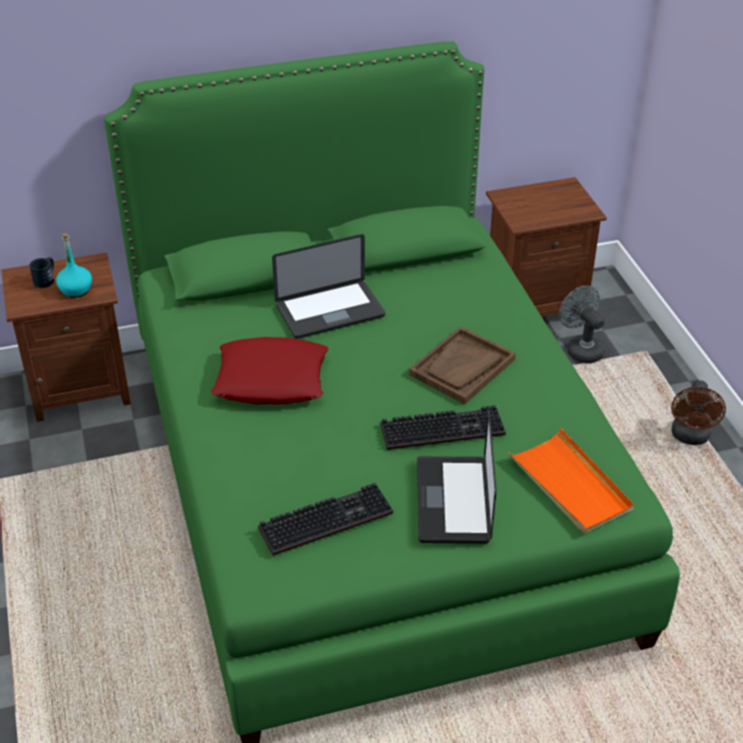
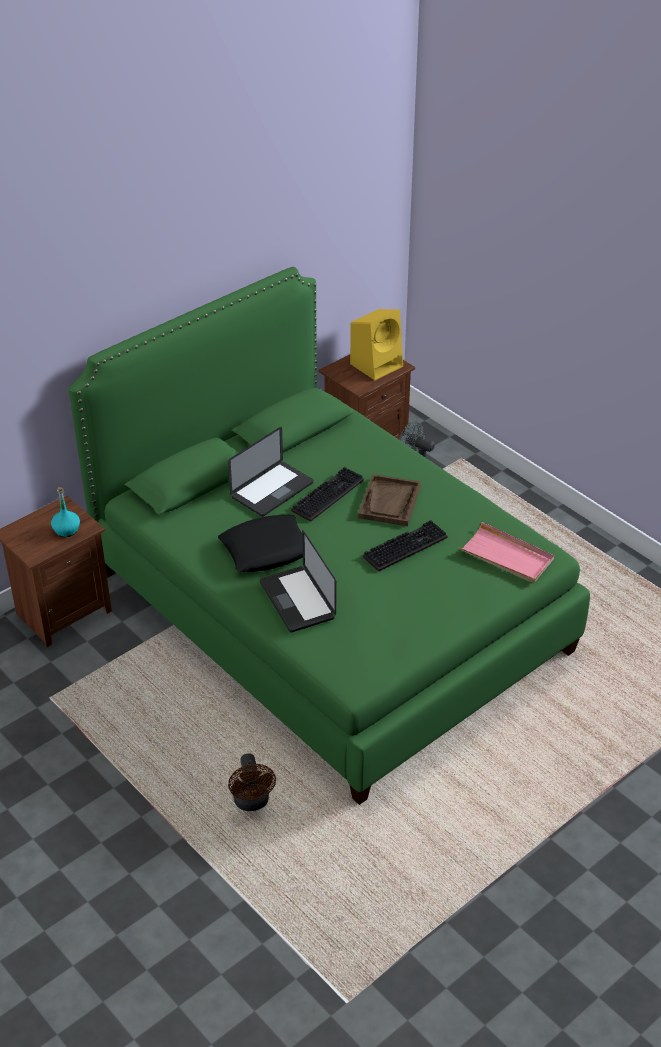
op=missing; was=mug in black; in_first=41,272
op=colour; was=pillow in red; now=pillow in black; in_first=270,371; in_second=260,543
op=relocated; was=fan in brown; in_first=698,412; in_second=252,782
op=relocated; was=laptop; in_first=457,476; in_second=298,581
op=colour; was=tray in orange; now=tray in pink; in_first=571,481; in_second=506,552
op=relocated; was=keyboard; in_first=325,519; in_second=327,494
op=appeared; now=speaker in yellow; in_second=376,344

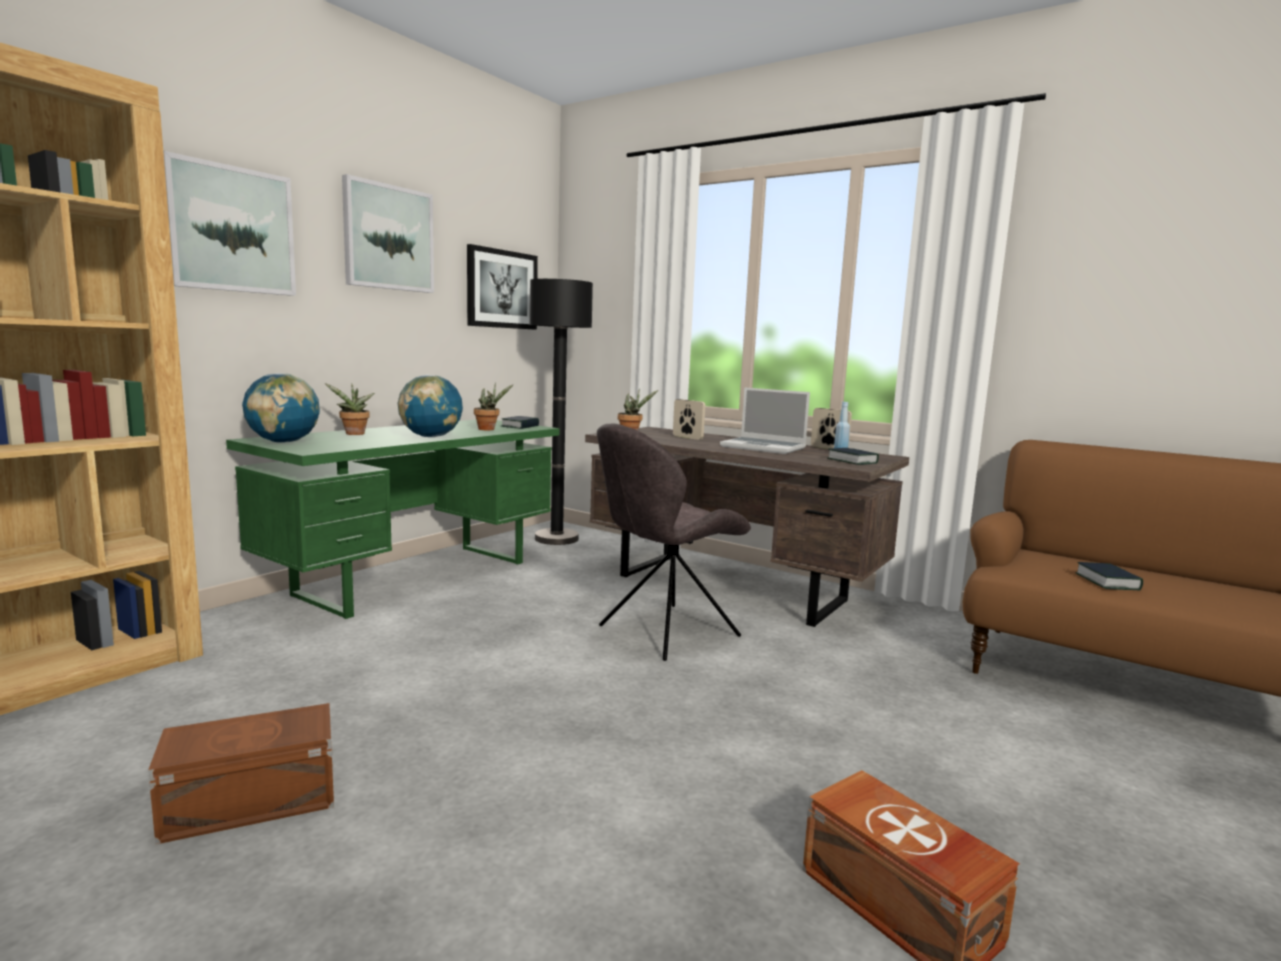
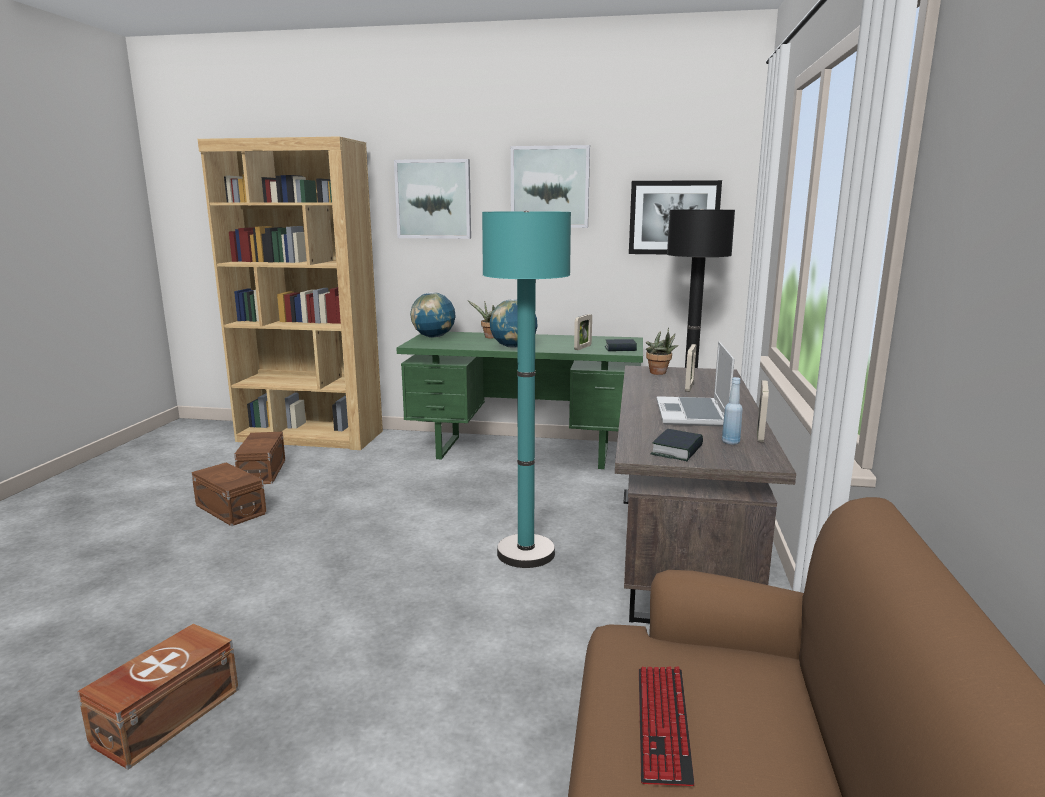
op=exchanged; was=potted plant; now=picture frame; in_first=493,406; in_second=583,332
op=exchanged; was=chair in grey; now=floor lamp in turquoise; in_first=674,542; in_second=526,389
op=exchanged; was=book; now=keyboard; in_first=1109,576; in_second=666,726
op=appeared; now=storage box in brown; in_second=259,458

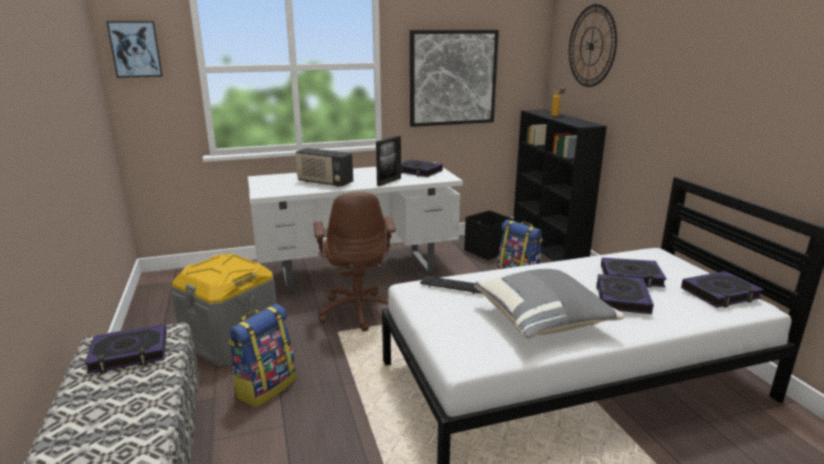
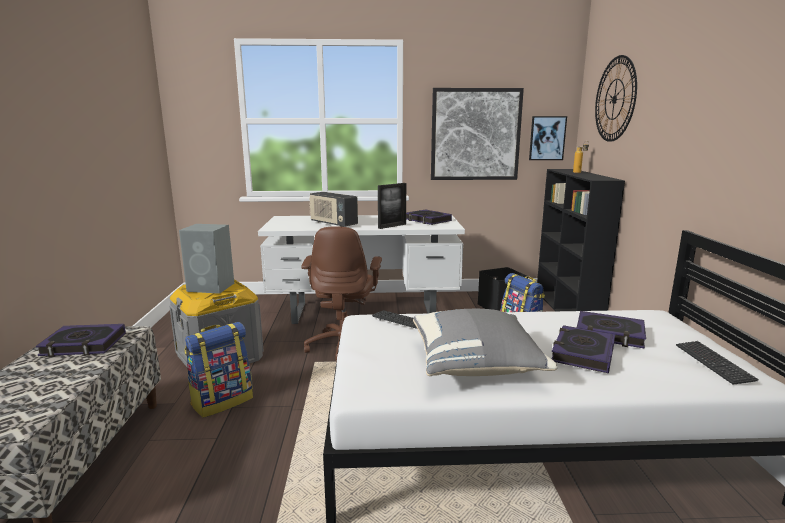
op=relocated; was=picture; in_first=134,49; in_second=548,138
op=exchanged; was=book; now=keyboard; in_first=722,289; in_second=717,363
op=appeared; now=speaker in grey; in_second=206,259

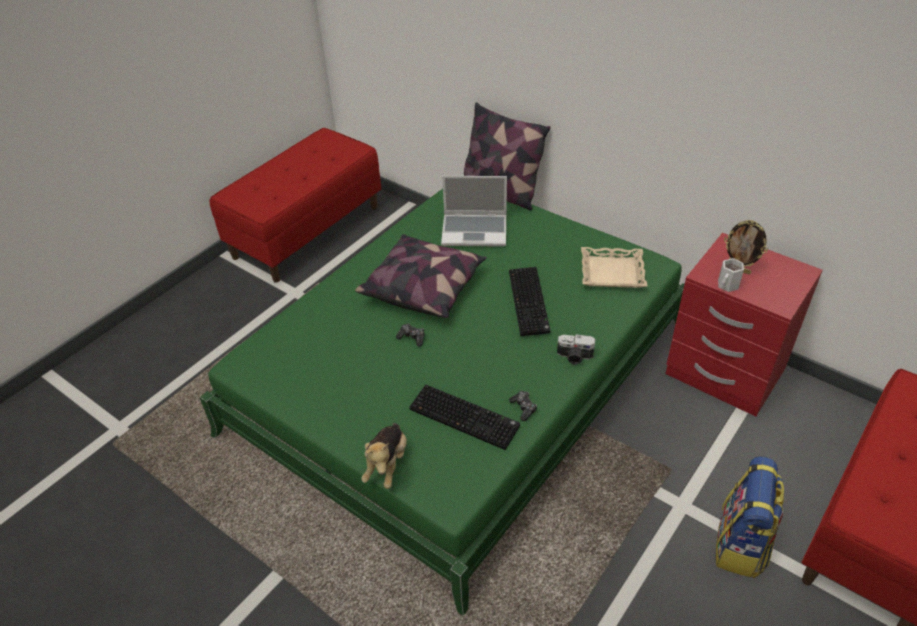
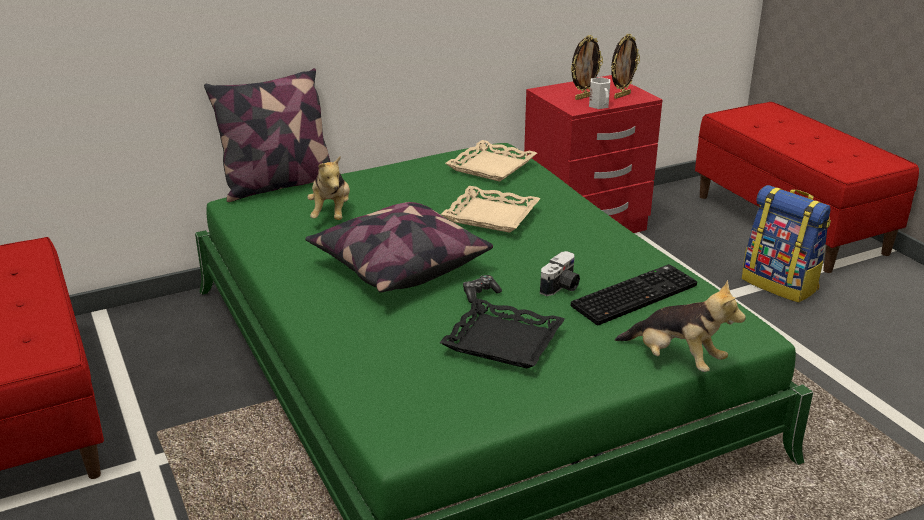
op=exchanged; was=laptop; now=plush toy; in_first=474,211; in_second=328,188
op=exchanged; was=keyboard; now=tray in beige; in_first=529,301; in_second=491,209
op=relocated; was=photo camera; in_first=576,349; in_second=560,273
op=missing; was=game controller; in_first=523,406
op=appeared; now=picture frame; in_second=625,66
op=appeared; now=tray in black; in_second=502,334

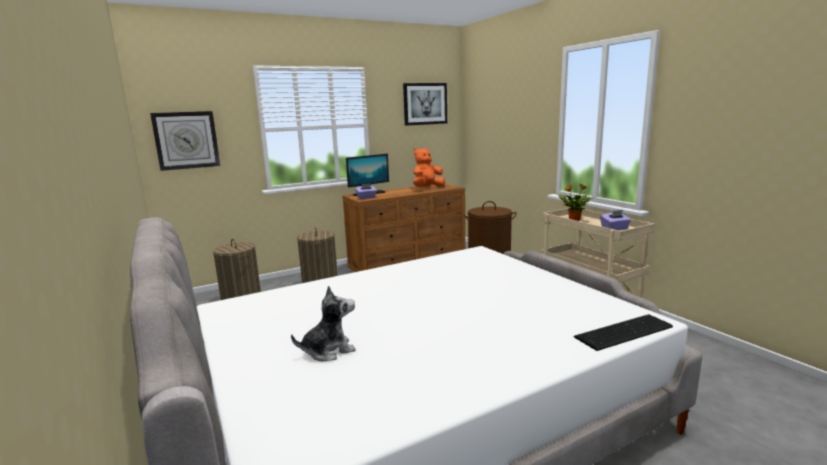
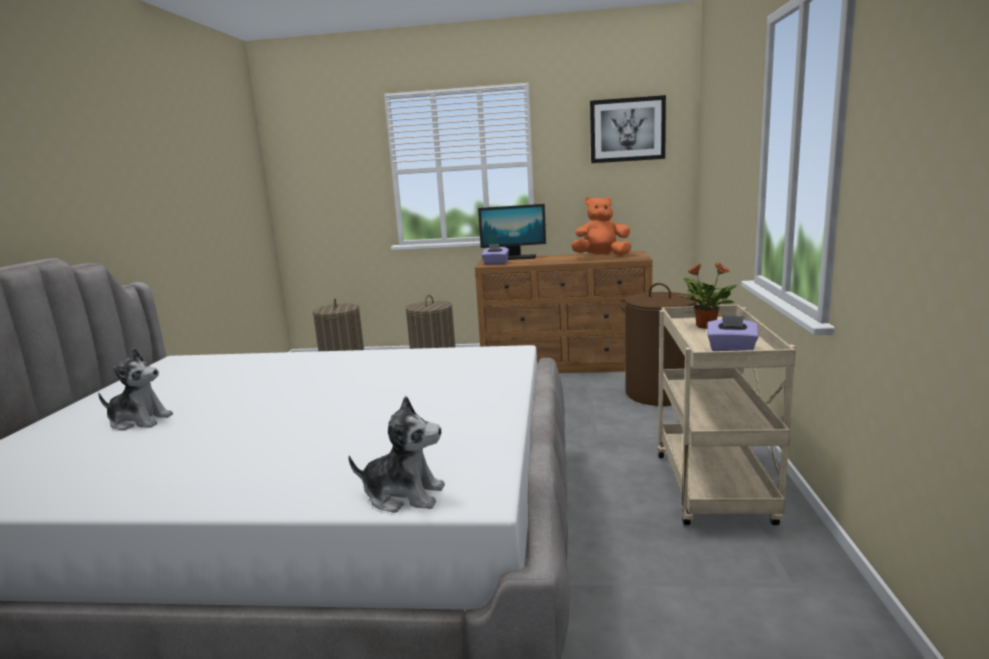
op=missing; was=wall clock; in_first=185,141
op=exchanged; was=keyboard; now=plush toy; in_first=623,332; in_second=396,454

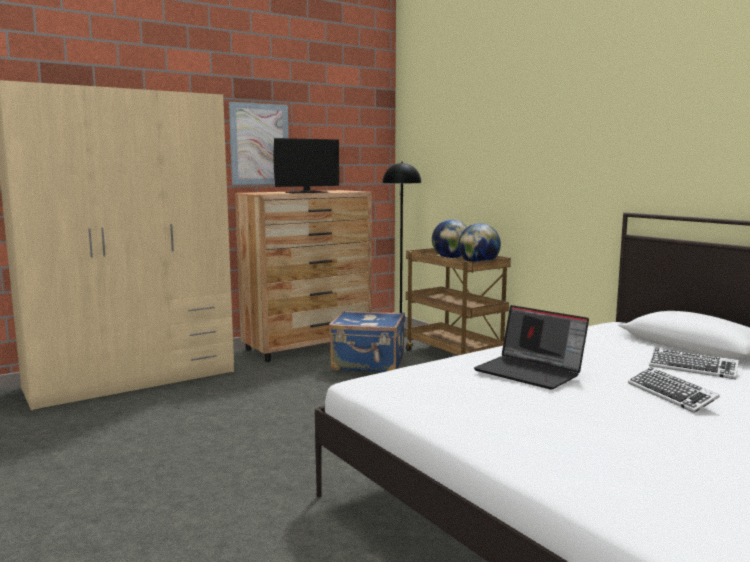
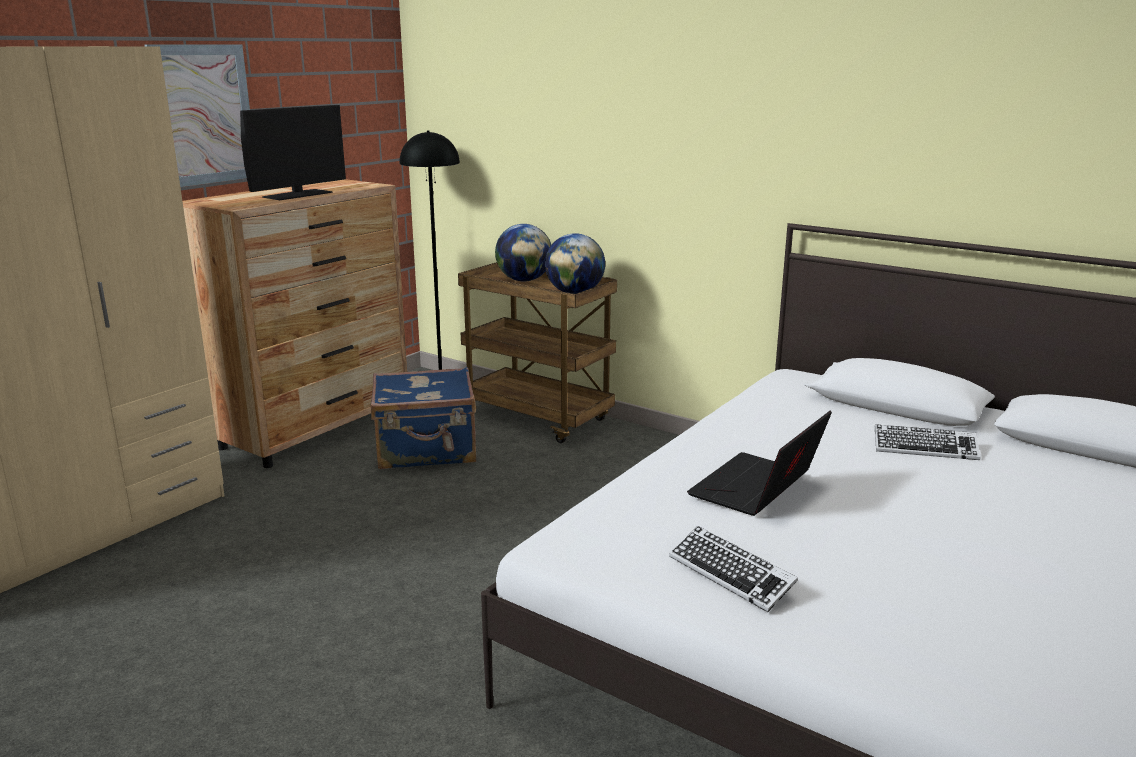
op=spun; was=laptop; in_first=531,347; in_second=759,463; clockwise=105
op=relocated; was=keyboard; in_first=674,390; in_second=733,569

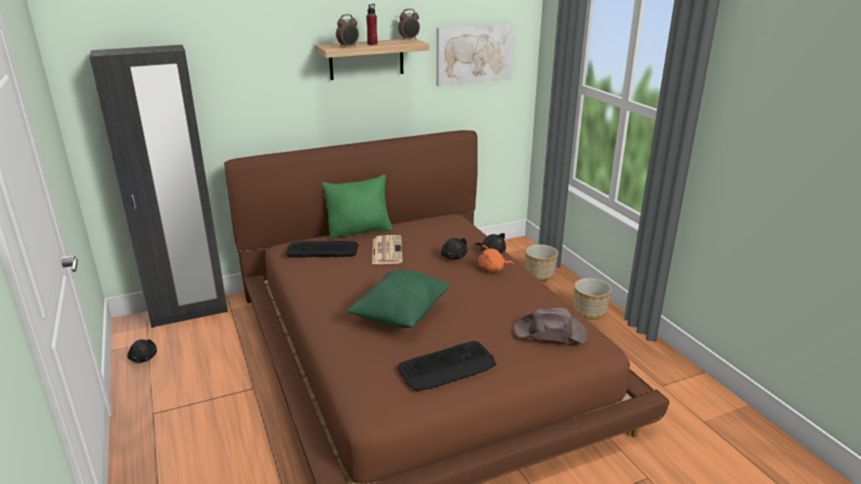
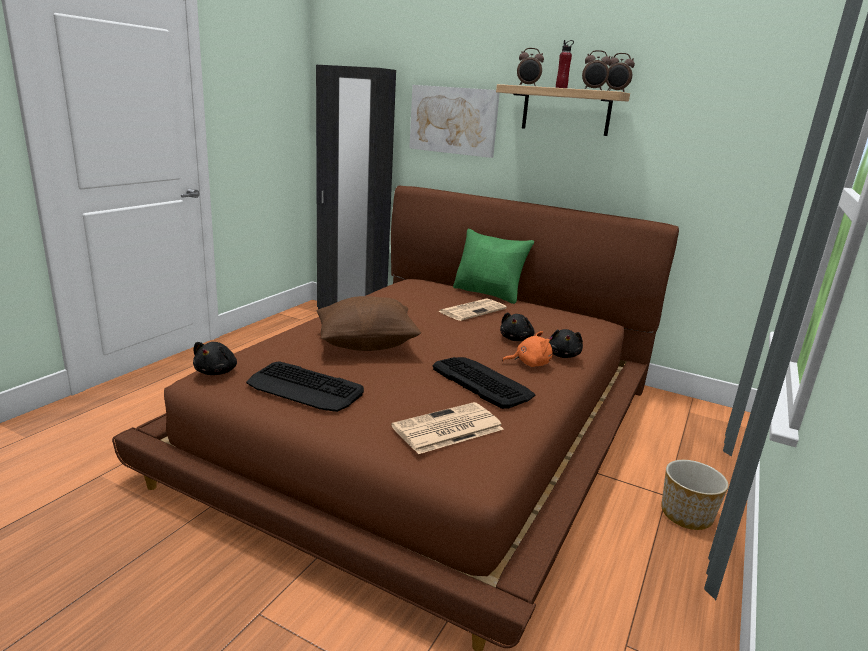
op=relocated; was=picture; in_first=475,54; in_second=454,121
op=relocated; was=keyboard; in_first=322,249; in_second=484,383
op=missing; was=planter; in_first=541,262
op=spun; was=plush toy in orange; in_first=496,258; in_second=527,349; clockwise=135
op=colour; was=pillow in green; now=pillow in brown; in_first=398,299; in_second=369,323
op=exchanged; was=hat in brown; now=newspaper; in_first=551,325; in_second=447,428
op=relocated; was=plush toy in black; in_first=142,351; in_second=215,358
op=appeared; now=alarm clock; in_second=596,70

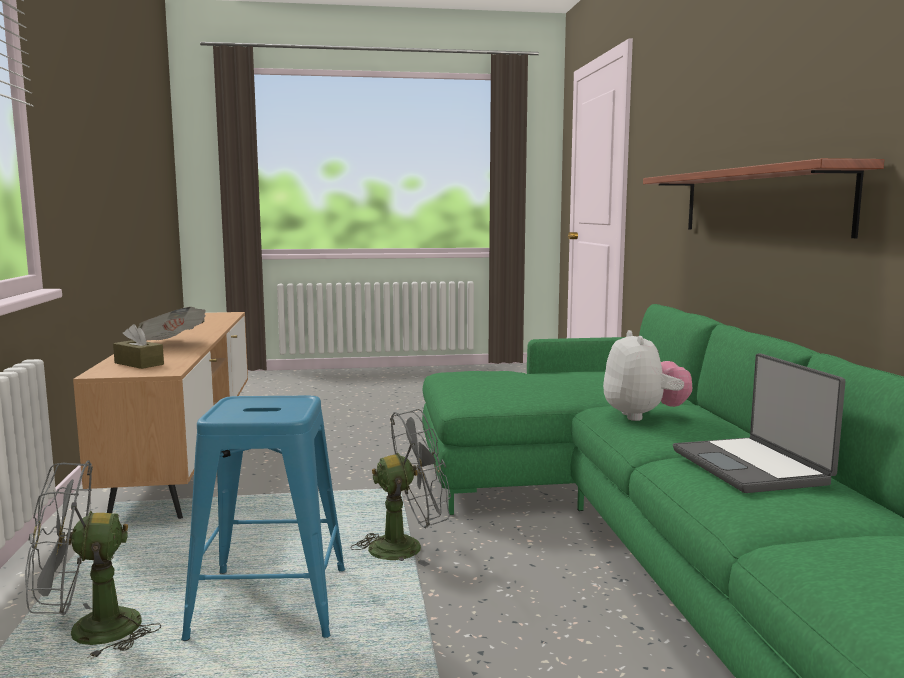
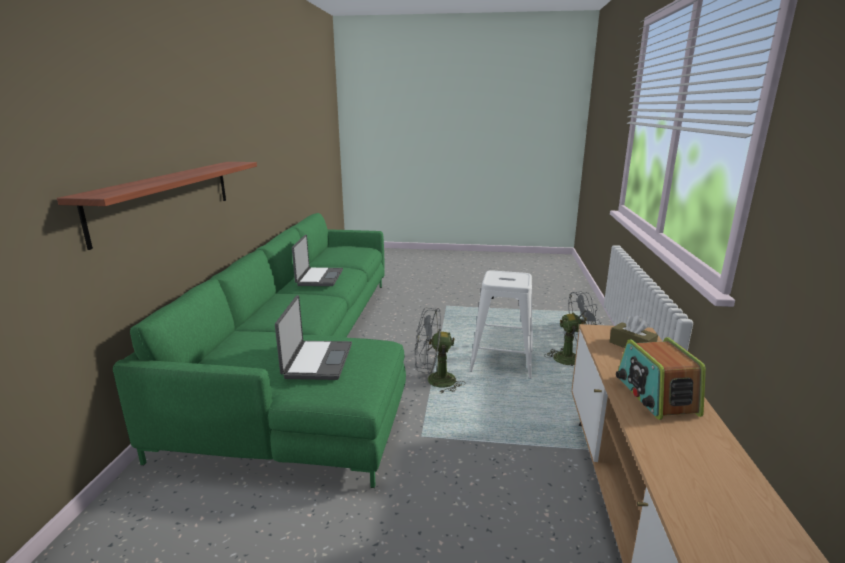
op=exchanged; was=newspaper; now=radio; in_first=172,324; in_second=661,378
op=missing; was=plush toy; in_first=647,375
op=colour; was=stool in blue; now=stool in white; in_first=263,518; in_second=501,324
op=appeared; now=laptop; in_second=313,337

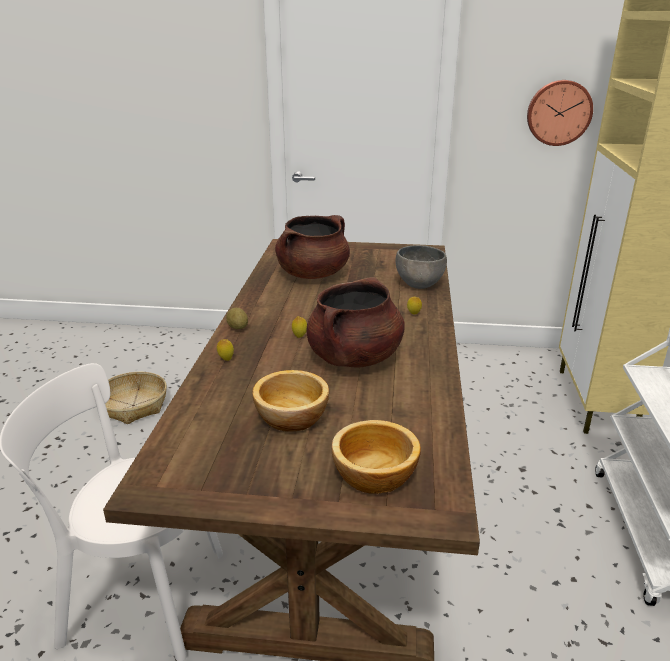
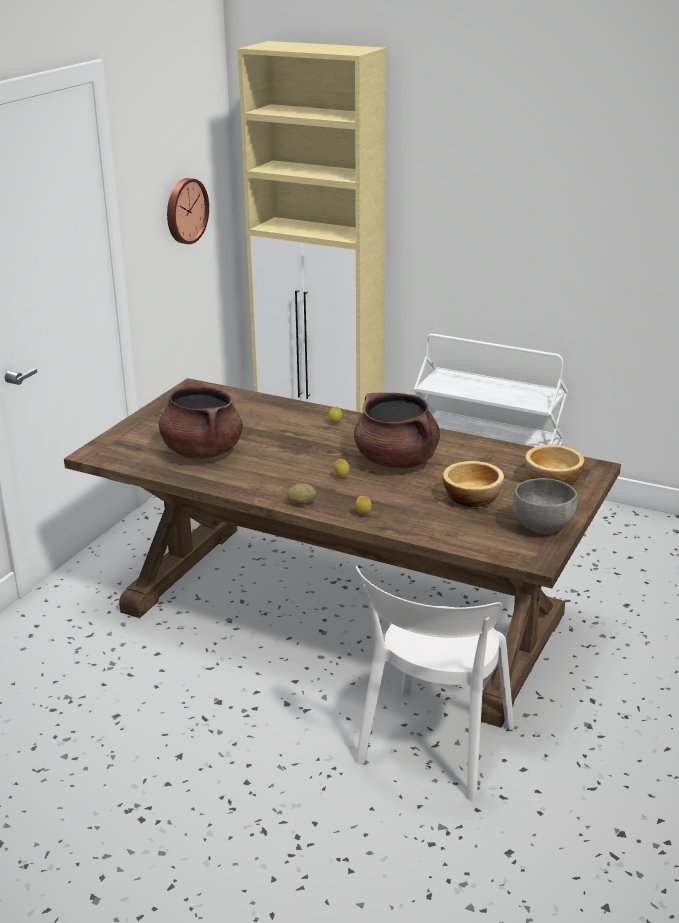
op=relocated; was=bowl in grey; in_first=421,267; in_second=545,506
op=missing; was=basket; in_first=136,398

